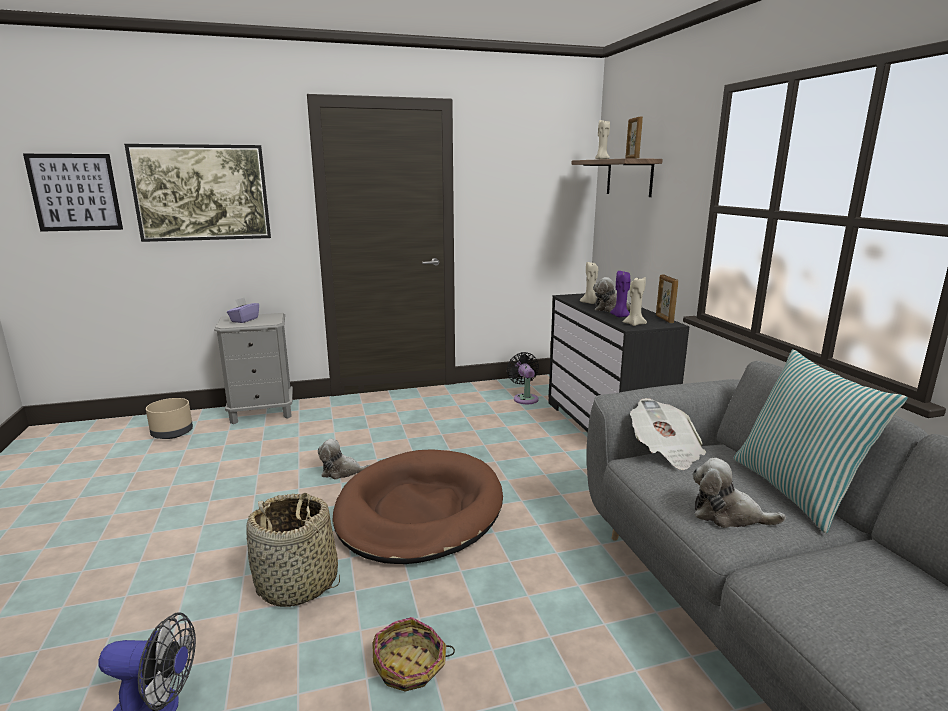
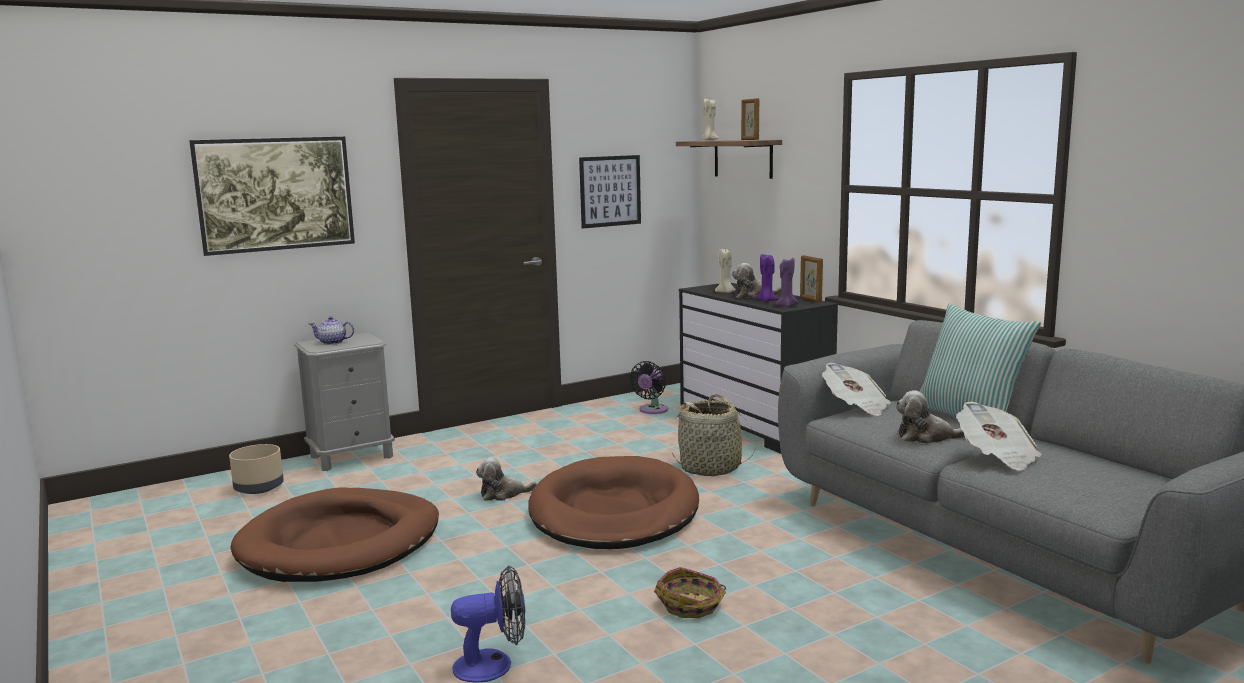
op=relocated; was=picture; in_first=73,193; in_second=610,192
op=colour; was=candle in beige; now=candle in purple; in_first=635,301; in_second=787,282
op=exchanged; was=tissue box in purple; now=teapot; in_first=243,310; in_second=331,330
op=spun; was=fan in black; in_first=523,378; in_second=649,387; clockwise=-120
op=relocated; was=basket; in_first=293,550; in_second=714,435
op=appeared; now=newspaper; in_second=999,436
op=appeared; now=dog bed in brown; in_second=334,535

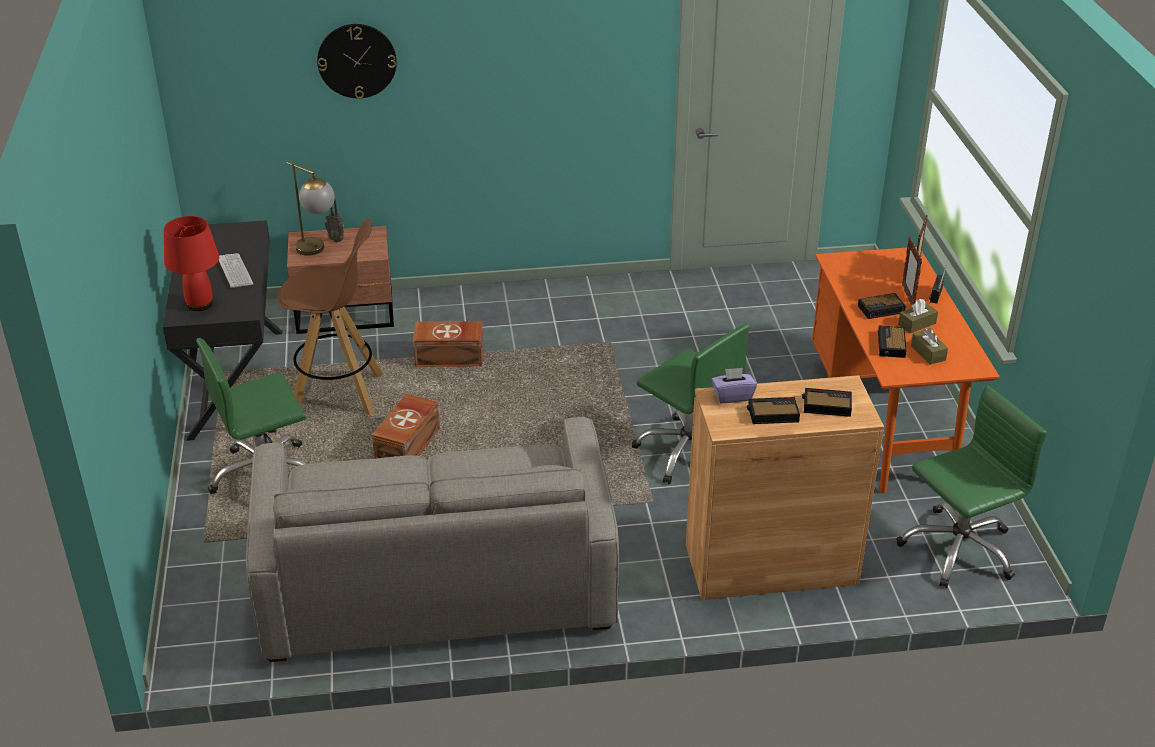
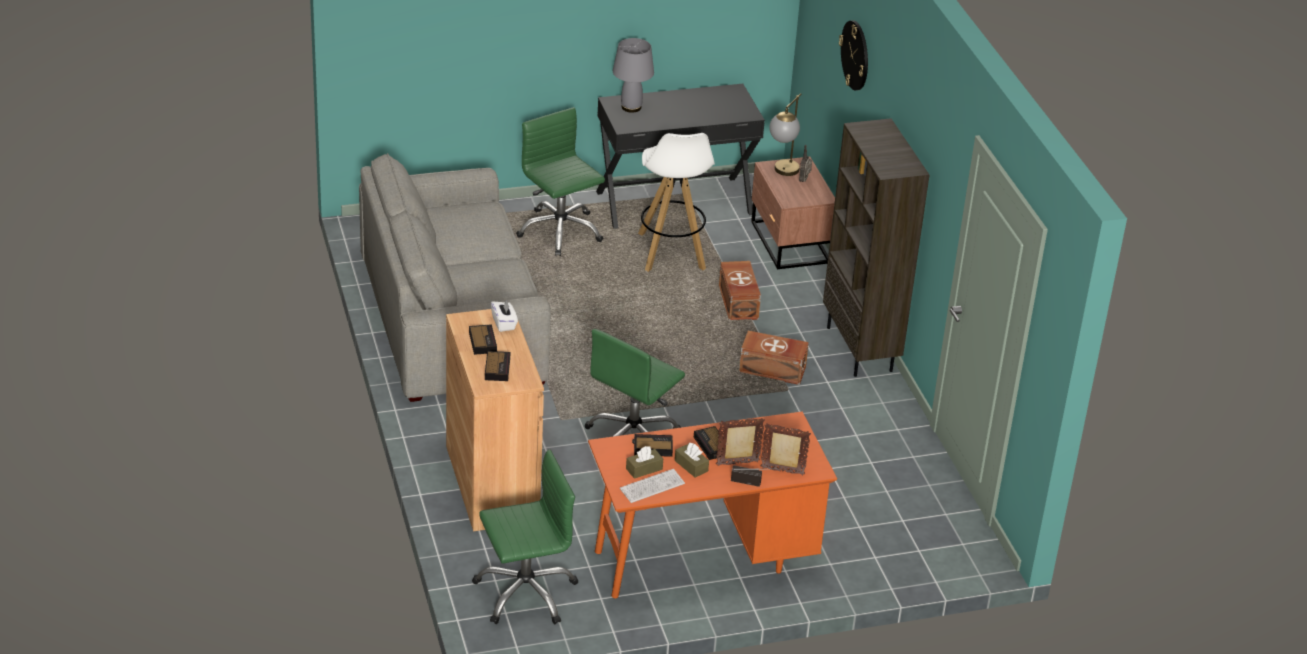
op=colour; was=table lamp in red; now=table lamp in grey; in_first=191,263; in_second=633,75
op=colour; was=stool in brown; now=stool in white; in_first=330,317; in_second=676,202
op=relocated; was=keyboard; in_first=236,270; in_second=652,486
op=colour; was=tissue box in purple; now=tissue box in white; in_first=734,385; in_second=504,315
op=spun; was=office chair in green; in_first=971,486; in_second=525,537; clockwise=-75
op=relocated; was=storage box in brown; in_first=406,426; in_second=774,358
op=appeared; now=bookcase in brown; in_second=876,247

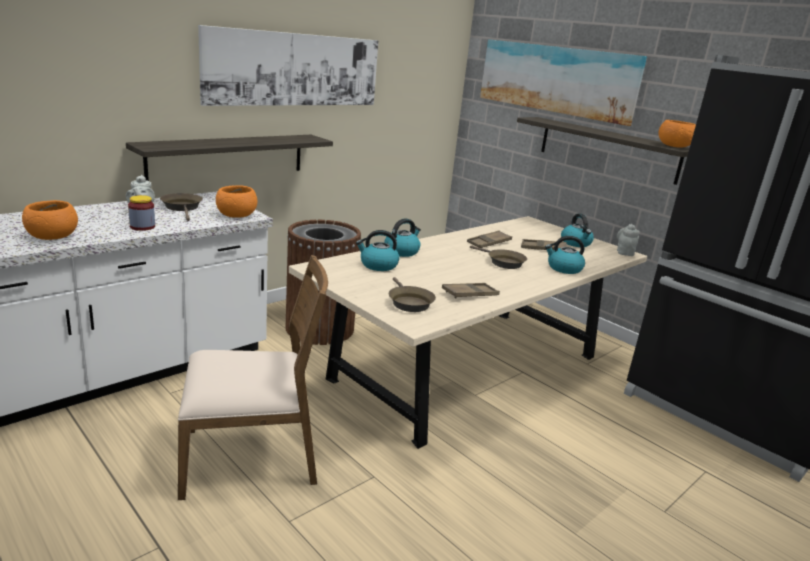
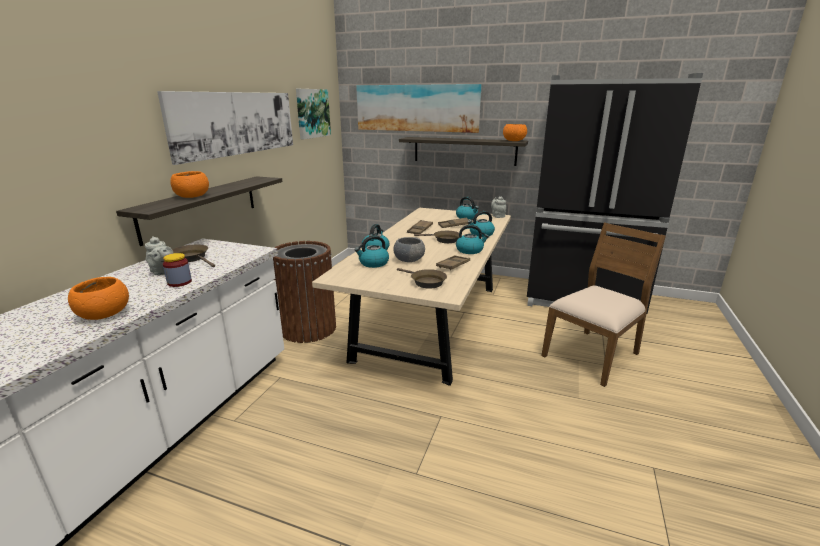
op=relocated; was=bowl in orange; in_first=237,201; in_second=189,184
op=relocated; was=chair in brown; in_first=253,377; in_second=603,304
op=appeared; now=picture; in_second=313,114
op=appeared; now=kettle; in_second=472,239
op=appeared; now=bowl in grey; in_second=409,249

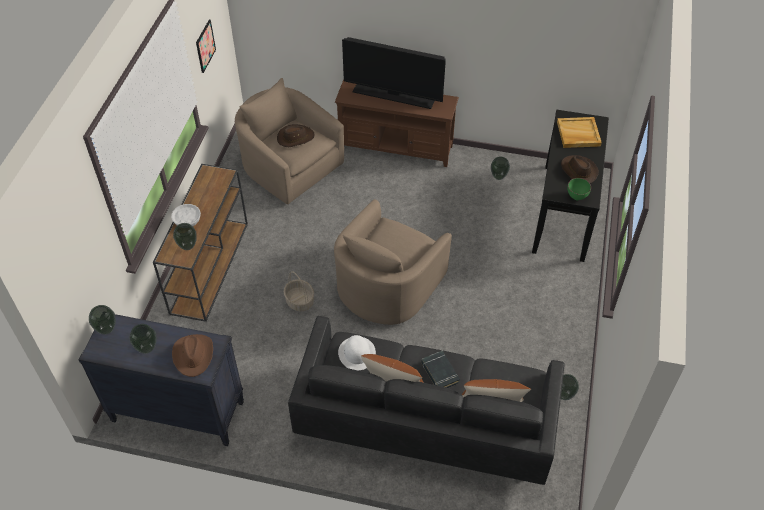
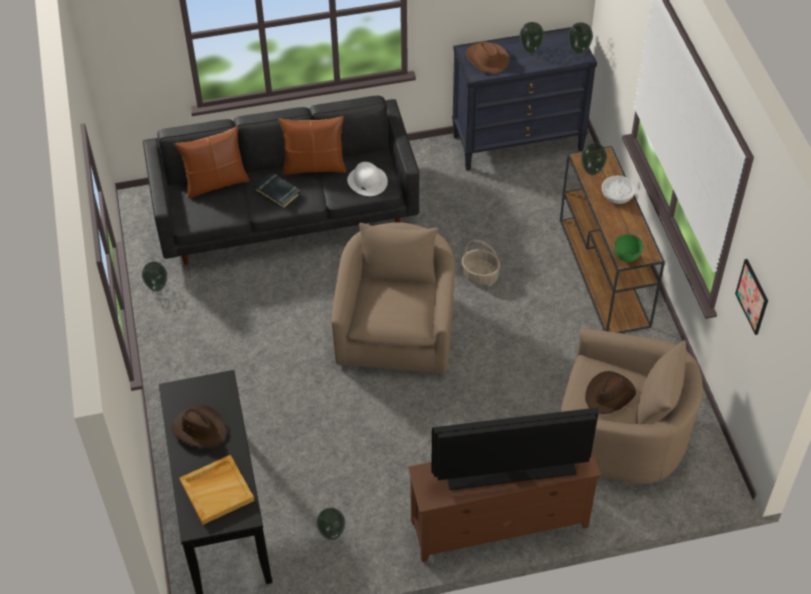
op=relocated; was=bowl in green; in_first=579,189; in_second=628,248

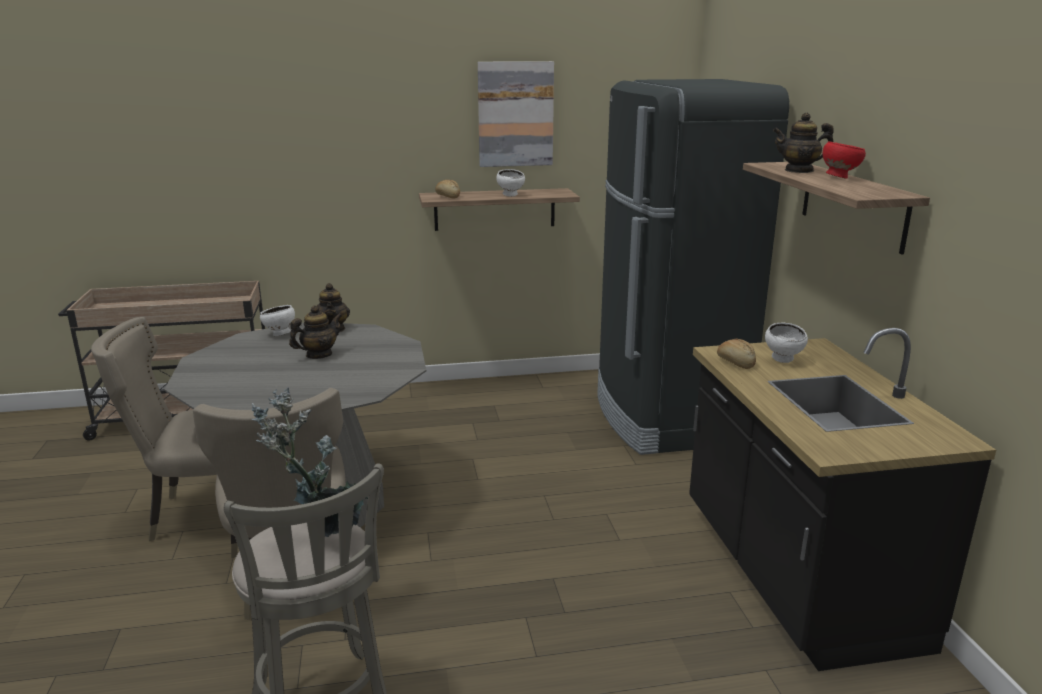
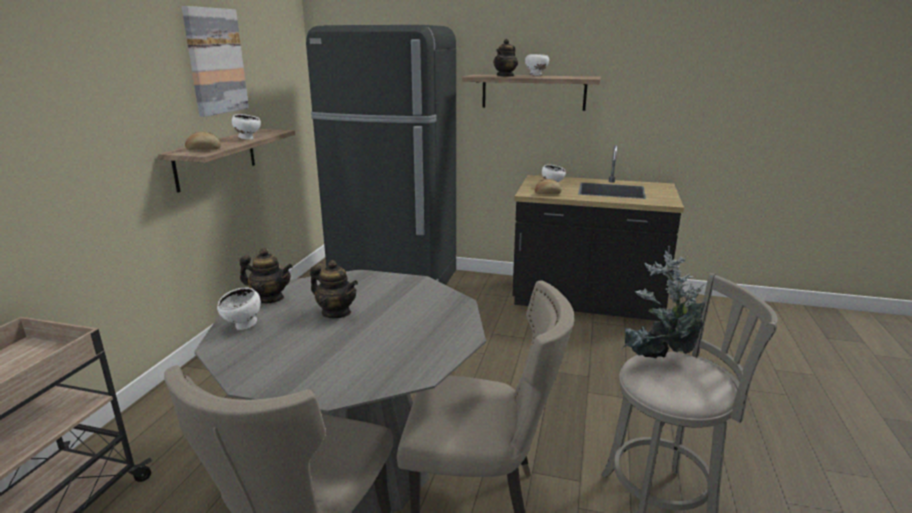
op=colour; was=bowl in red; now=bowl in white; in_first=844,160; in_second=537,65
op=spun; was=teapot; in_first=315,332; in_second=334,289; clockwise=135

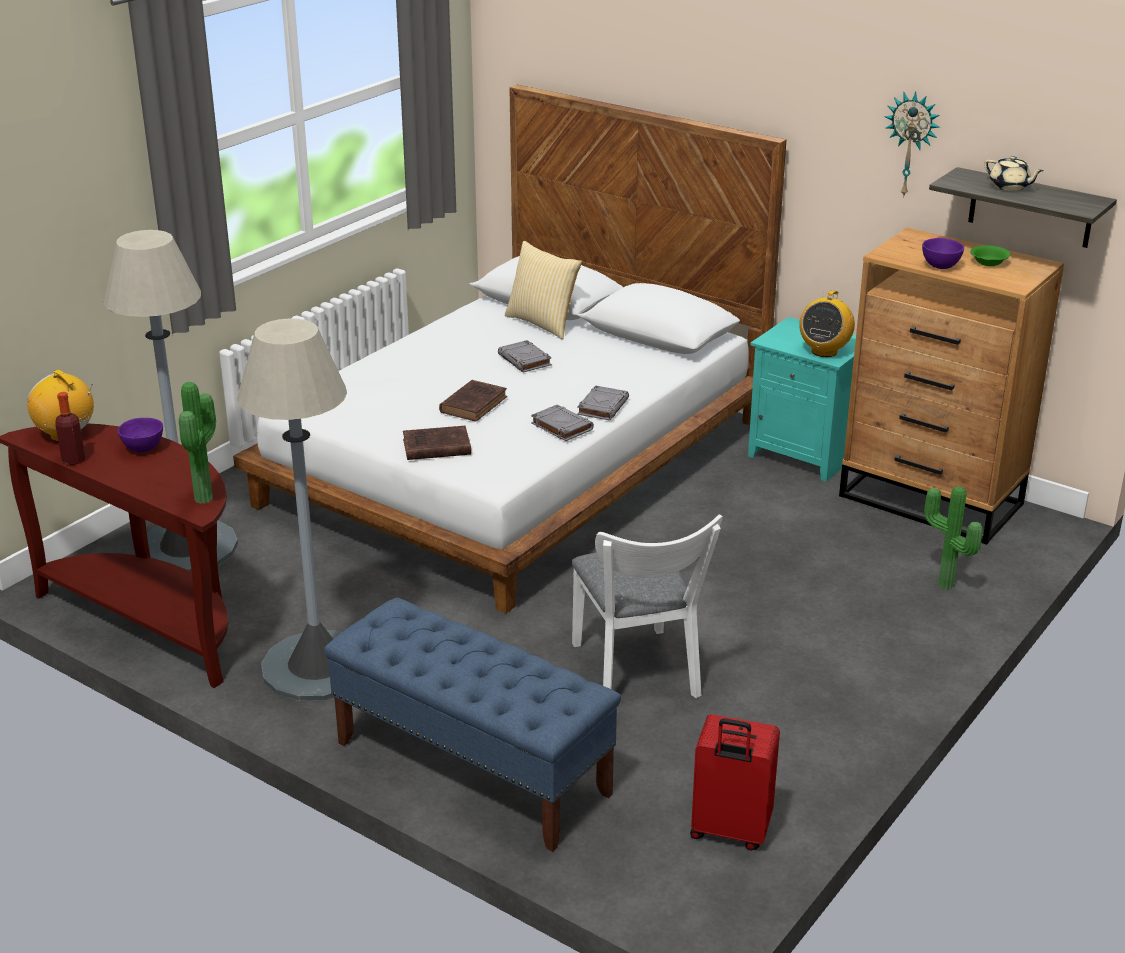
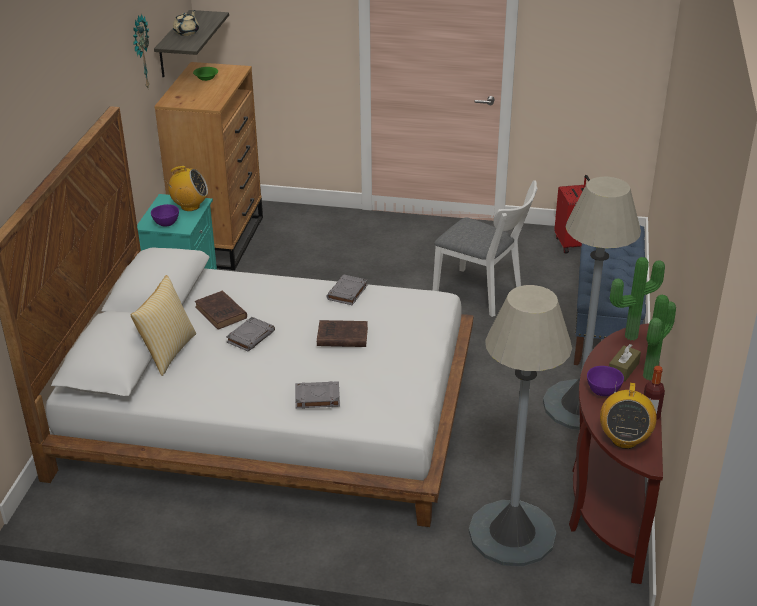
op=relocated; was=bowl in purple; in_first=943,253; in_second=165,215
op=relocated; was=book in grey; in_first=603,403; in_second=317,395
op=relocated; was=book in brown; in_first=437,443; in_second=221,310
op=relocated; was=potted plant; in_first=953,538; in_second=659,337
op=spun; was=chair in white; in_first=647,606; in_second=485,248; clockwise=75
op=appeared; now=tissue box in brown; in_second=625,362

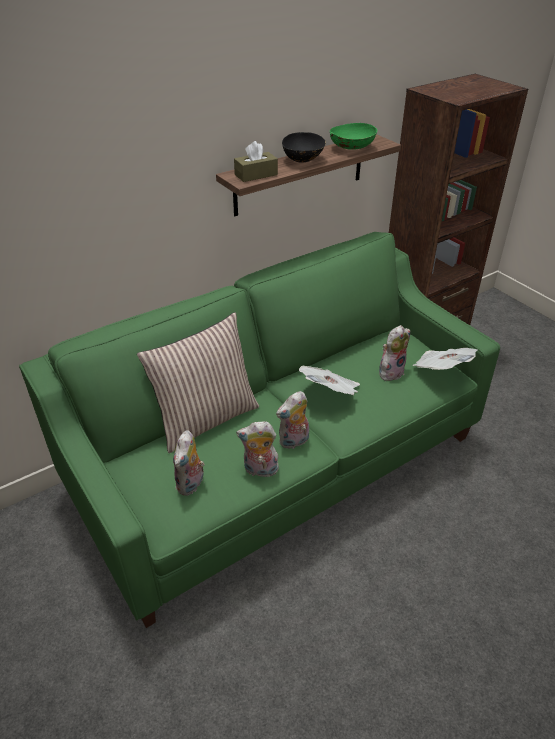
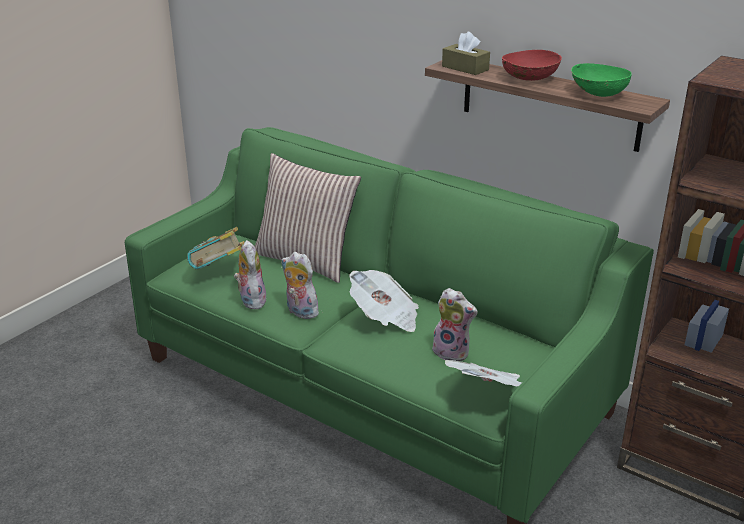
op=colour; was=bowl in black; now=bowl in red; in_first=304,147; in_second=532,65
op=exchanged; was=plush toy; now=book; in_first=189,463; in_second=216,248

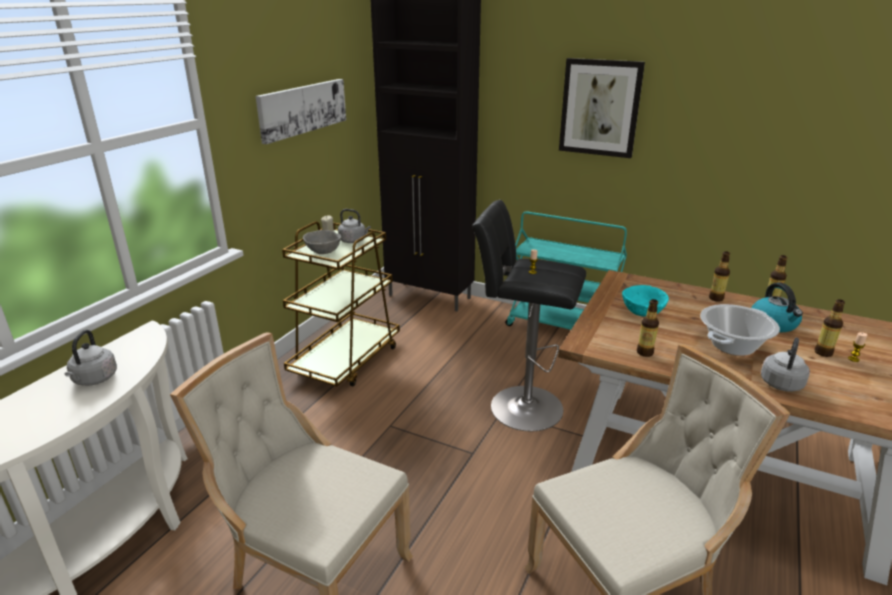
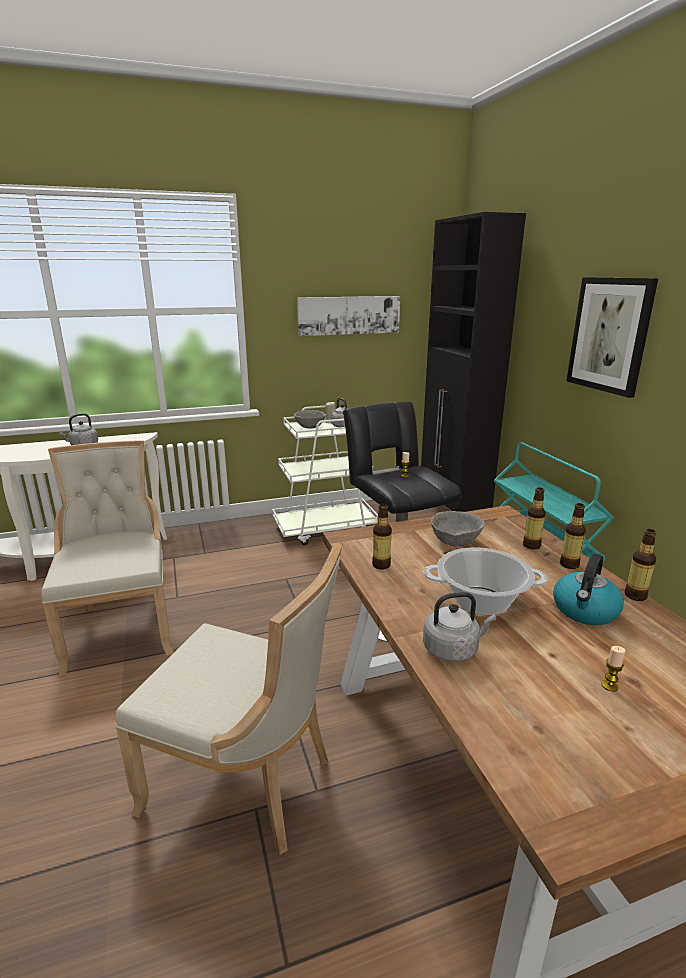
op=colour; was=cart in brown; now=cart in white; in_first=341,304; in_second=325,475
op=colour; was=bowl in turquoise; now=bowl in grey; in_first=645,301; in_second=458,528
op=relocated; was=bottle; in_first=830,328; in_second=534,518

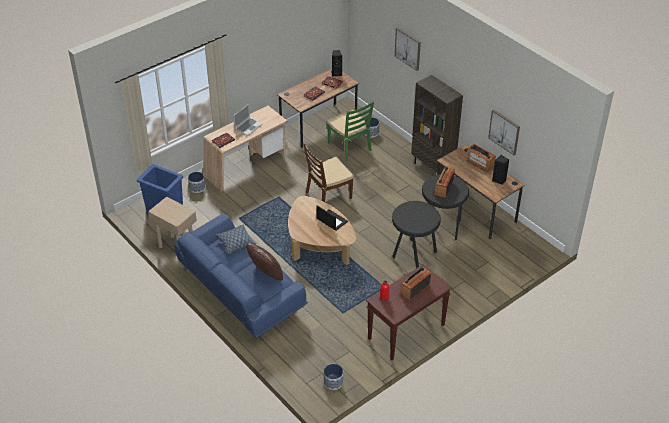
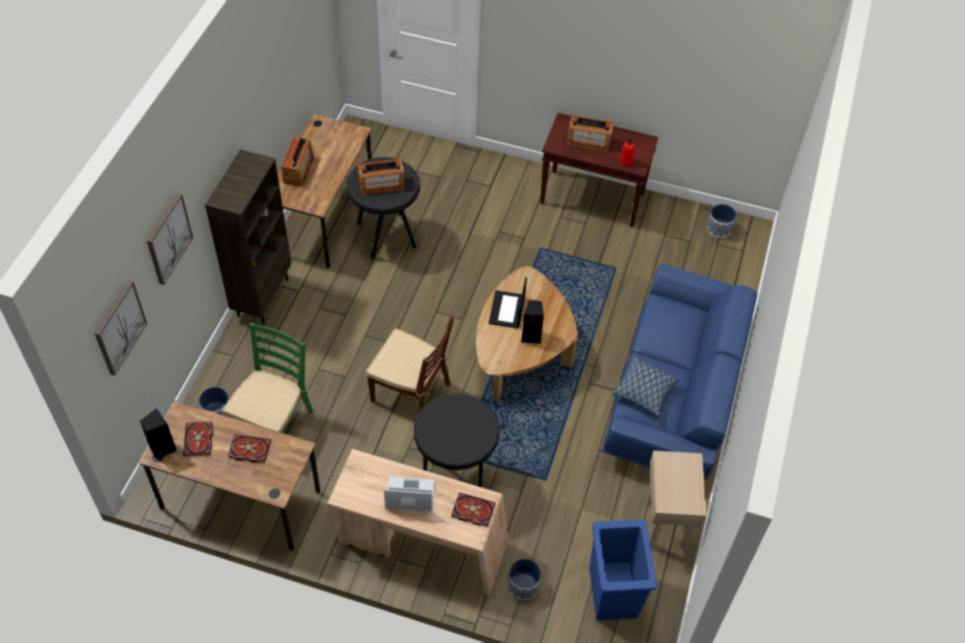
op=relocated; was=picture; in_first=504,132; in_second=121,328
op=relocated; was=speaker in black; in_first=500,169; in_second=532,322
op=relocated; was=stool in black; in_first=416,234; in_second=456,440
op=missing; was=pillow in brown; in_first=264,262

